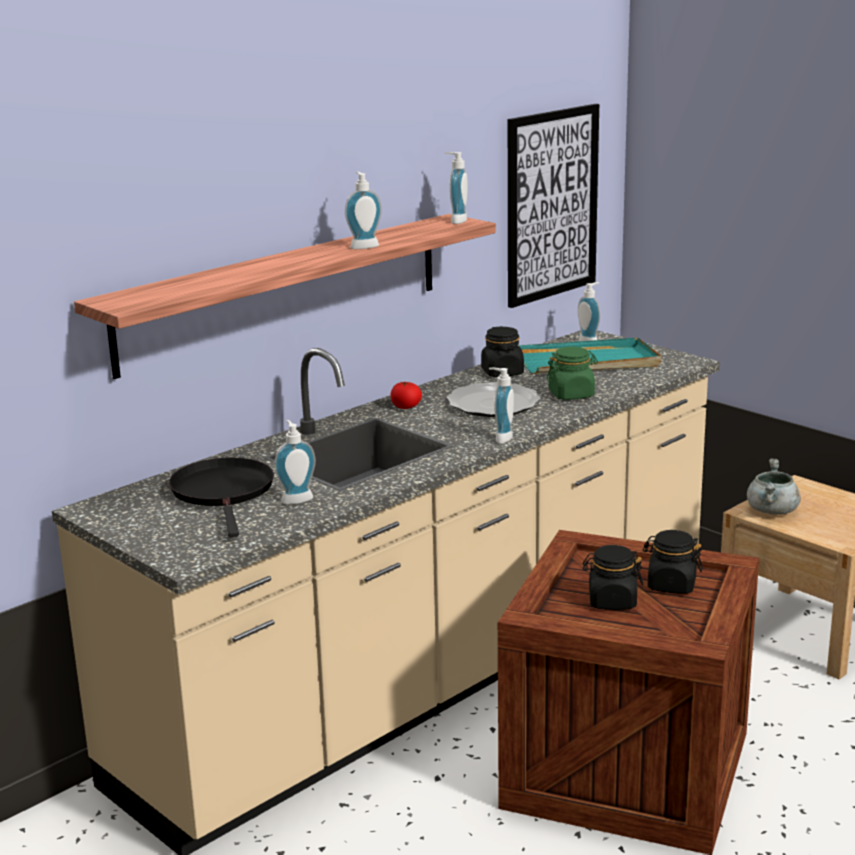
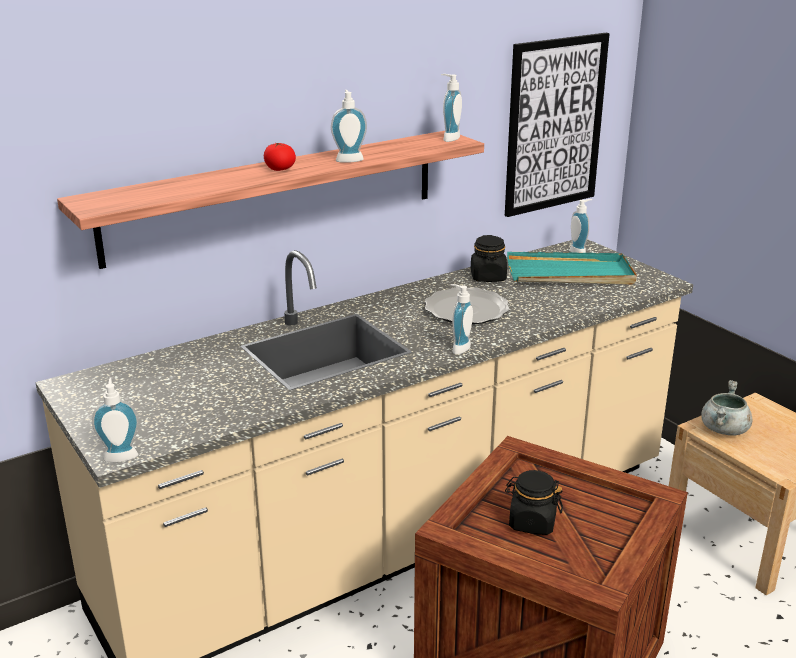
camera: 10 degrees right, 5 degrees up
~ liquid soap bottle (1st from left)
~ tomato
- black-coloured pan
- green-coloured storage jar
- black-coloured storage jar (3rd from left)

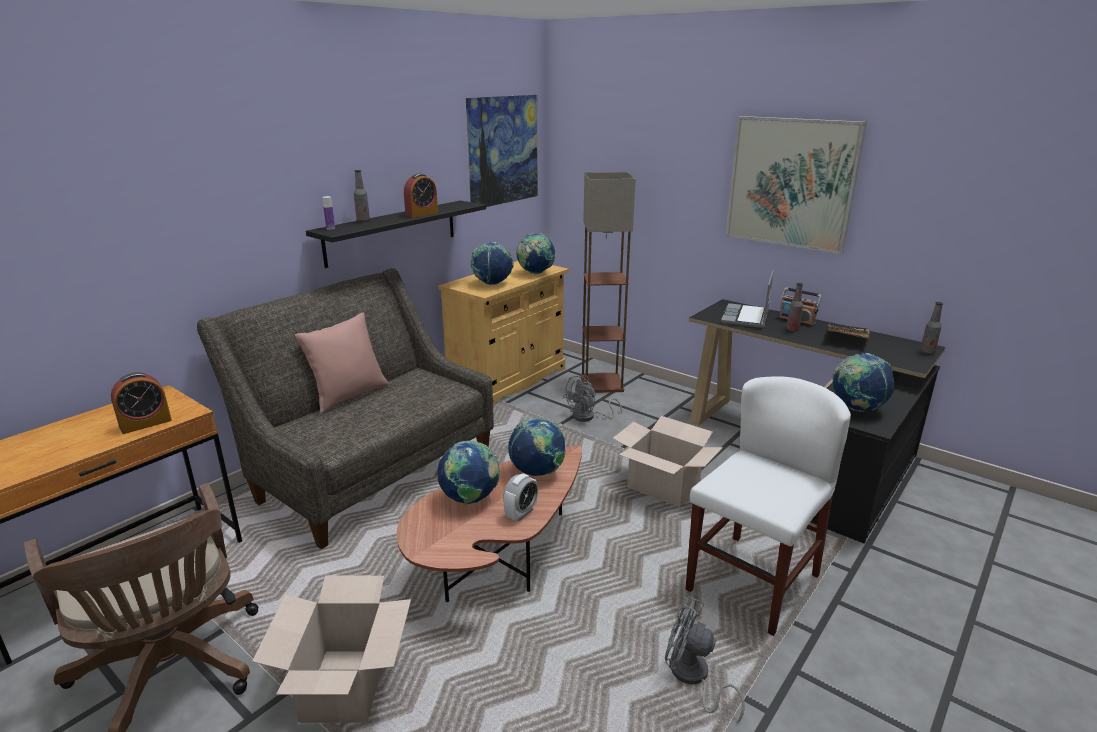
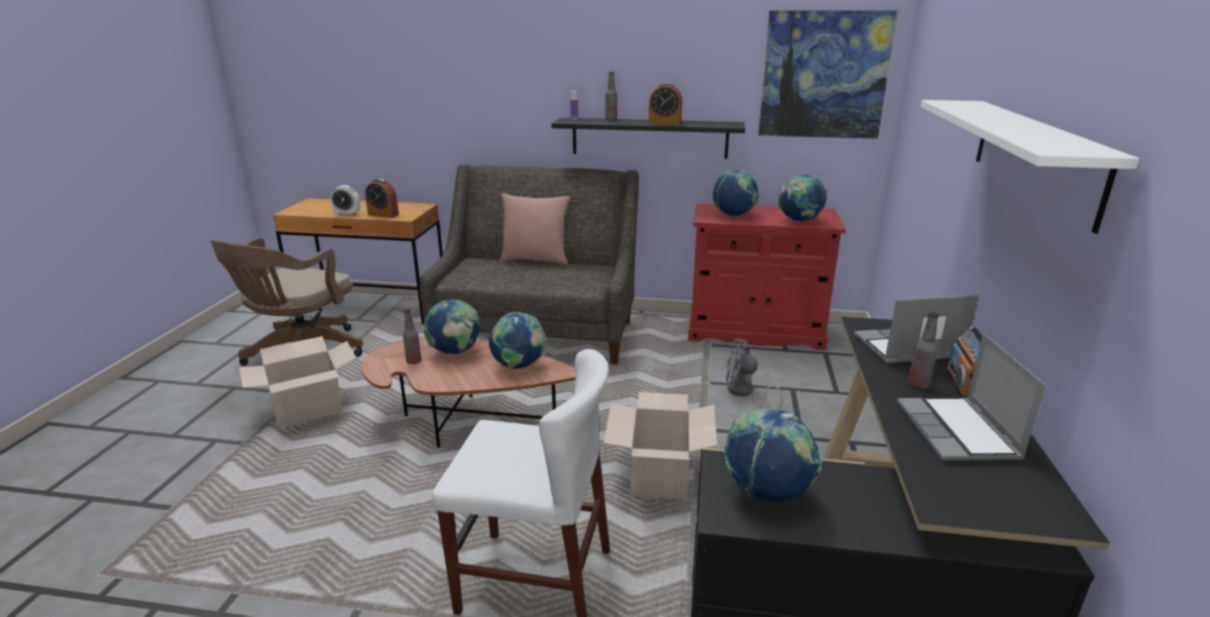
camera: 60 degrees right, 0 degrees up
~ alarm clock (3rd from left in the first image) to alarm clock (1st from left)
~ beverage bottle (4th from left in the first image) to beverage bottle (1st from left)
~ beige cabinet to red-coloured cabinet
~ black-coloured bound book to portable computer (2nd from left)
~ wall art (2nd from left) to white-coloured wall shelf
- floor lamp
- grey cooling fan (2nd from left)

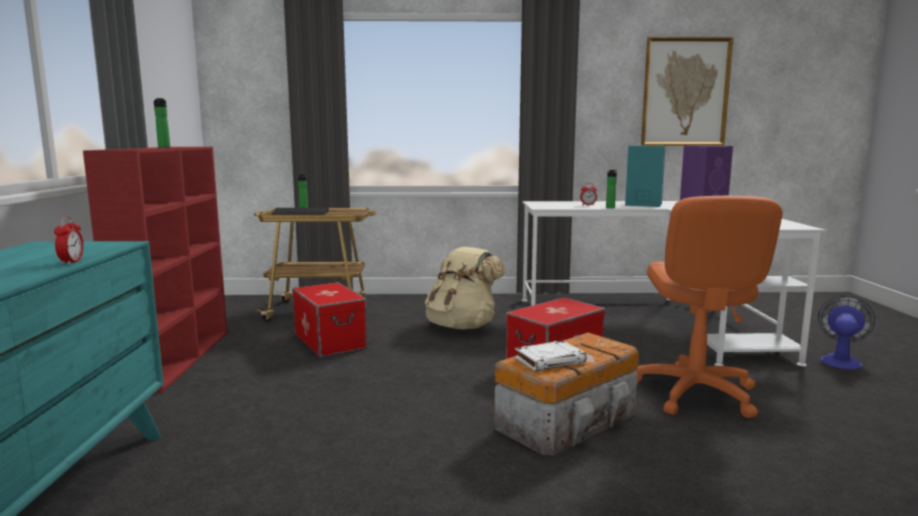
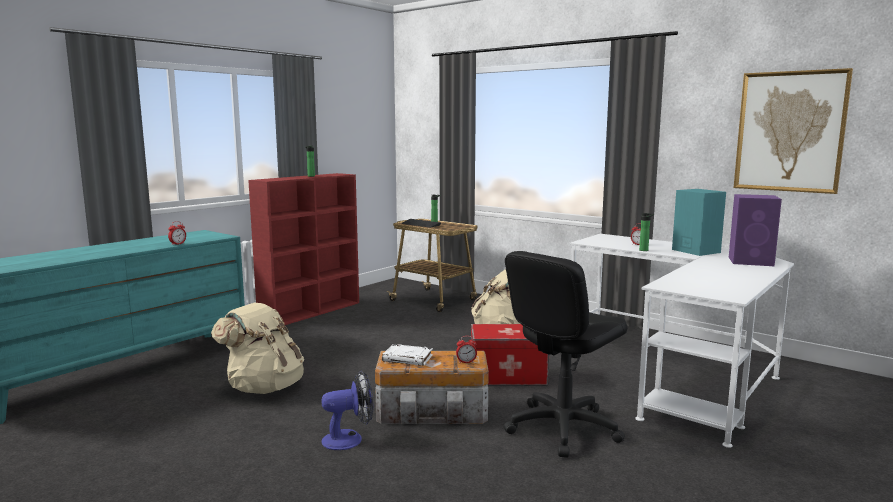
camera: 40 degrees right, 0 degrees up
+ beige rucksack (1st from left)
~ cooling fan
+ alarm clock (2nd from left)
~ orangey desk chair to black-coloured desk chair
- storage box (1st from left)

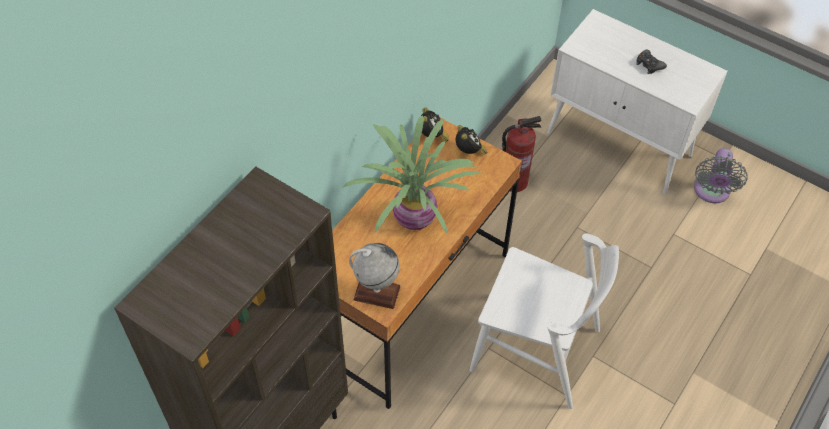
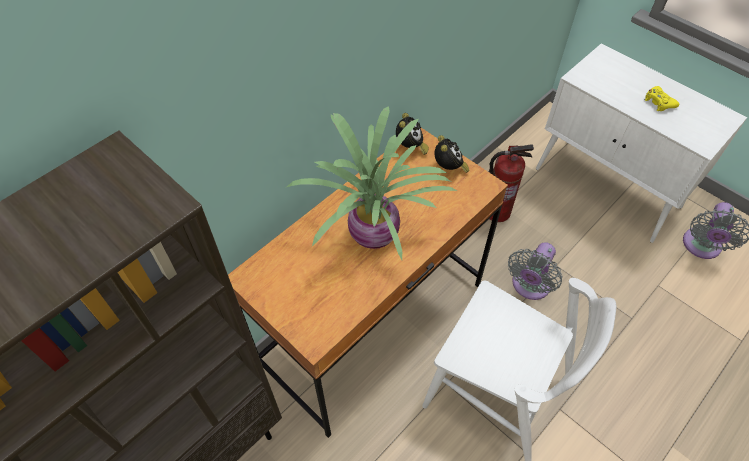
camera: 10 degrees right, 0 degrees up
+ grey cooling fan (1st from left)
~ black-coloured gamepad to yellowish gamepad
- desk globe

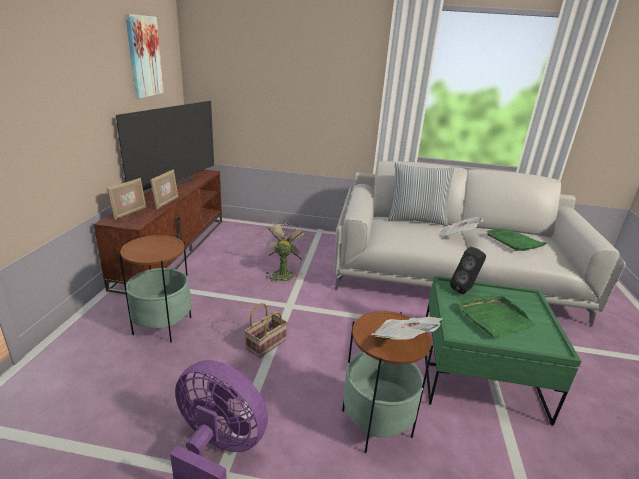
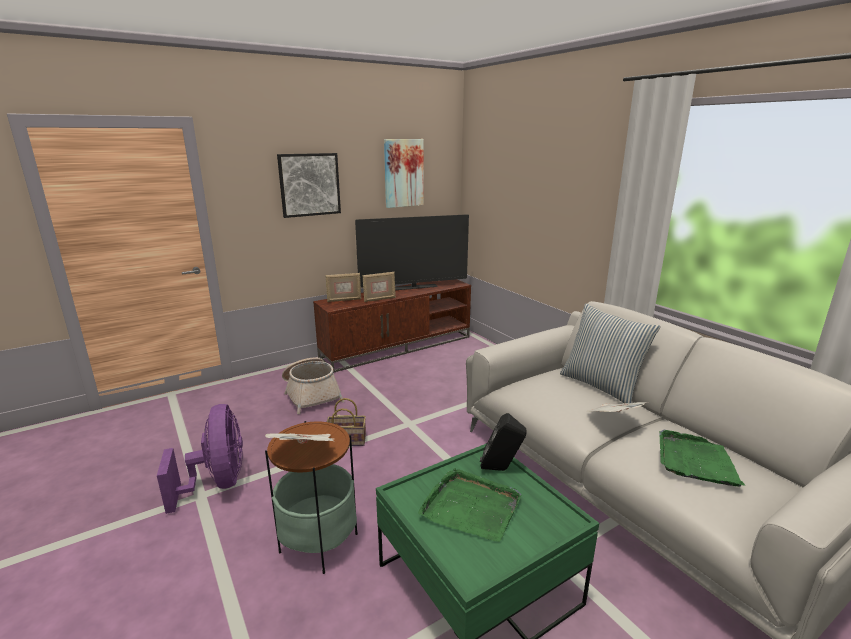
camera: 50 degrees right, 5 degrees down
+ wall art (1st from left)
~ end table (1st from left) to basket (1st from left)
- beige cooling fan

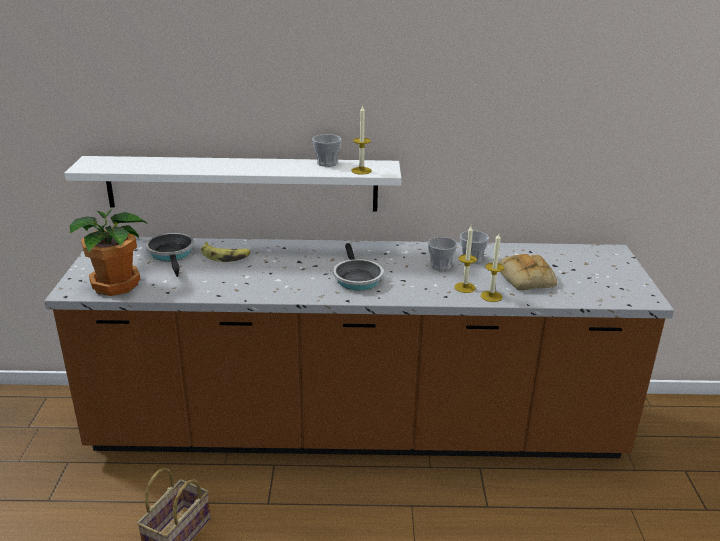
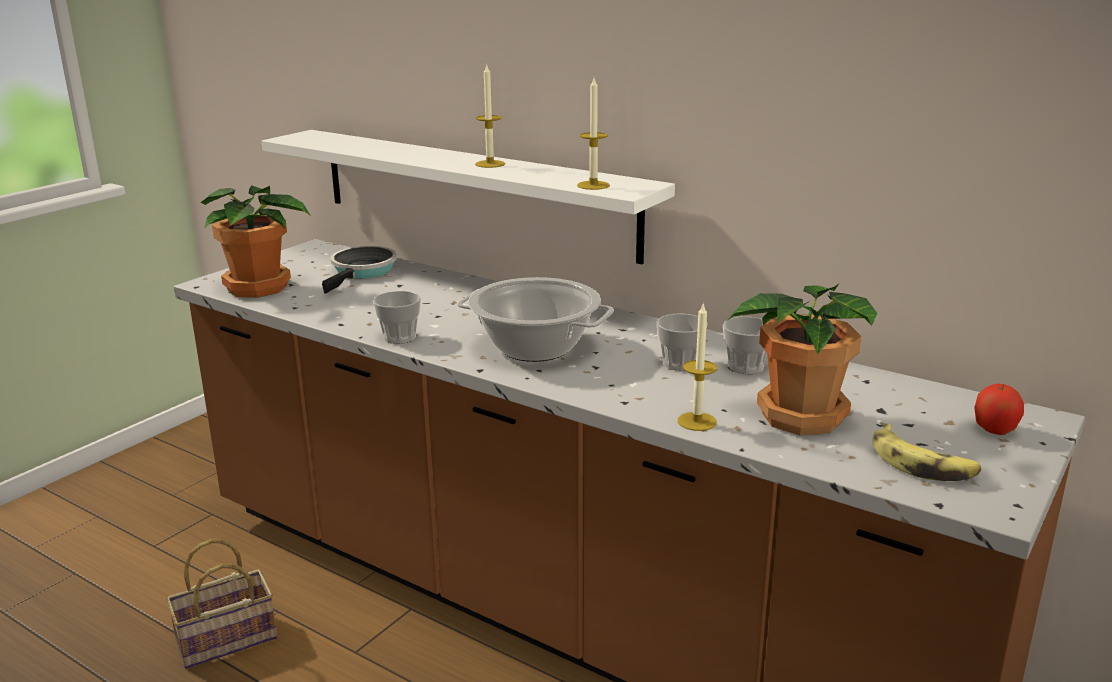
camera: 35 degrees right, 5 degrees down
~ cup (1st from left)
~ pan (2nd from left) to cooking pot
~ candle (2nd from left in the first image) to candle (1st from left)
~ baked bread to plant in a pot (2nd from left)
~ banana fruit
+ apple

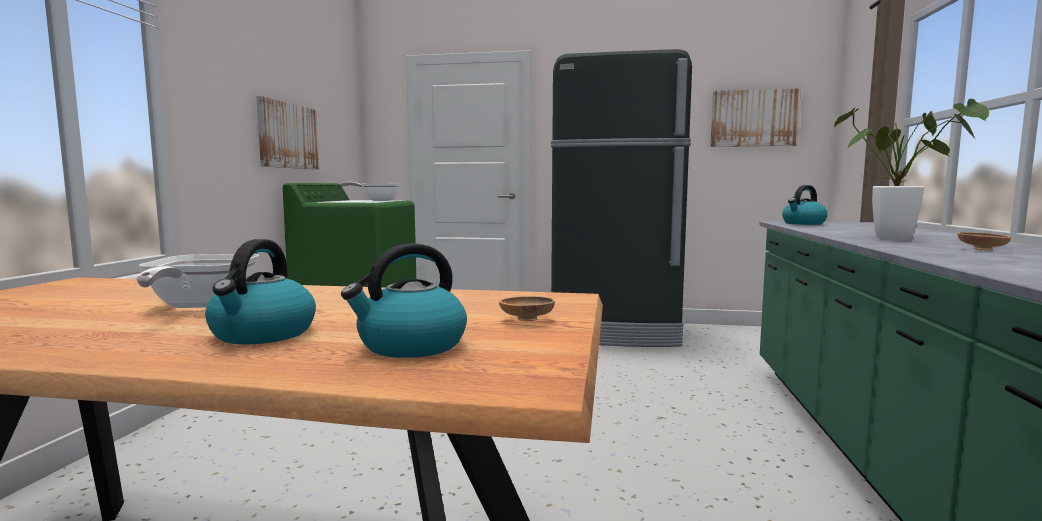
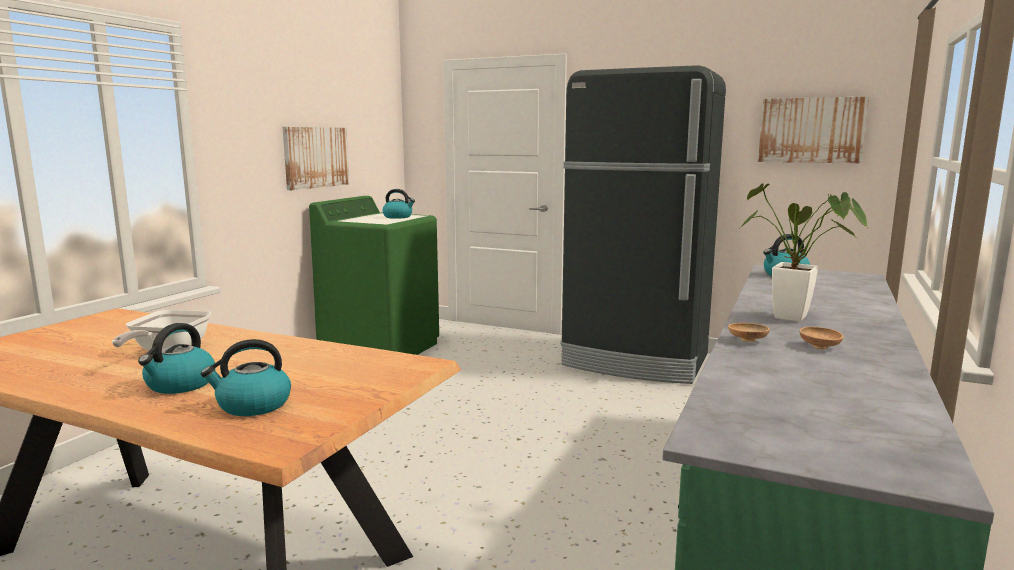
camera: 15 degrees right, 5 degrees up
~ pan (2nd from left) to kettle (3rd from left)
~ brown-coloured deep dish (1st from left)

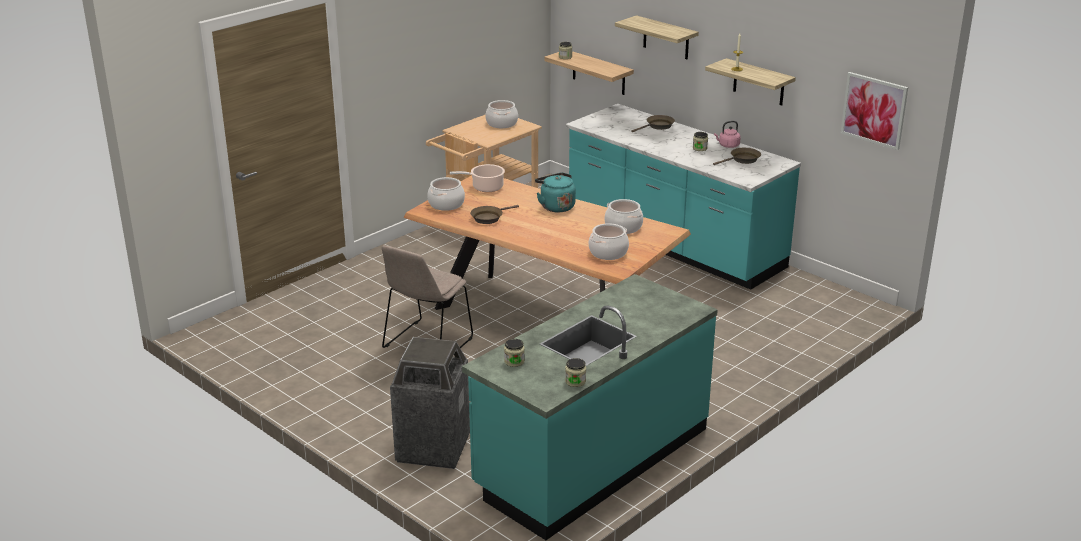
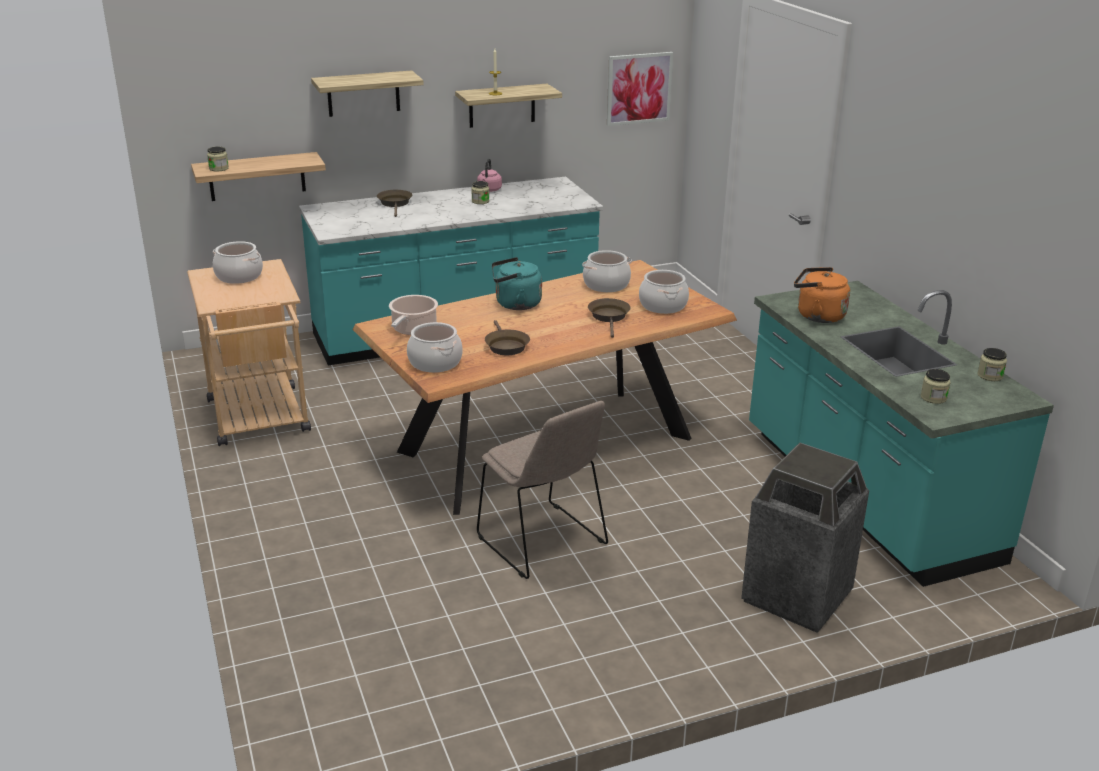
camera: 65 degrees left, 0 degrees up
~ brown-coloured pan (3rd from left)
+ orangey kettle

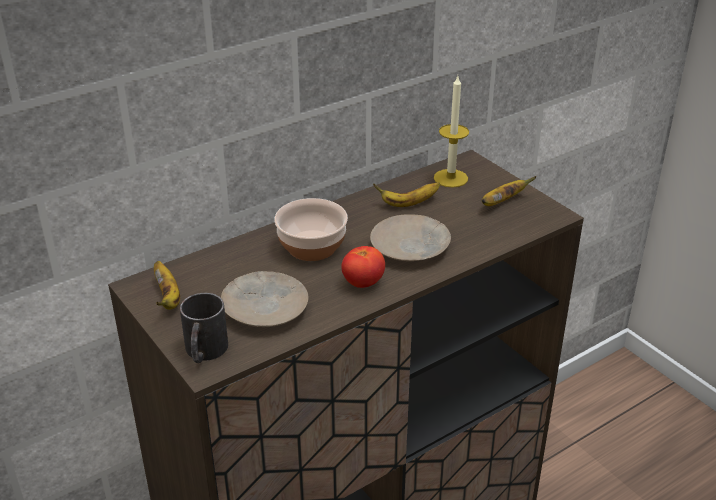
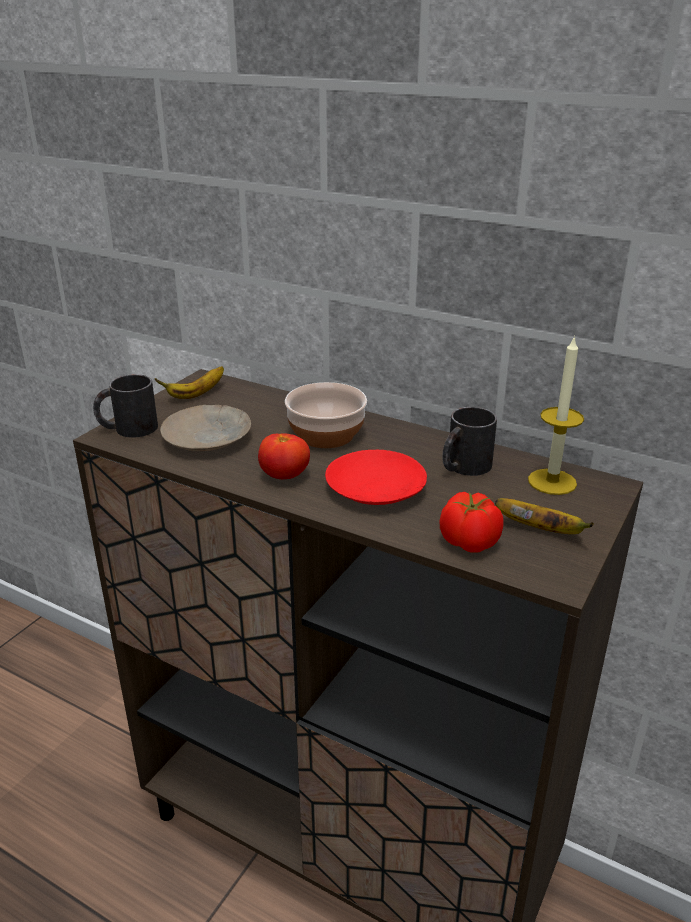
camera: 65 degrees right, 5 degrees down
~ beige dinner plate (2nd from left) to red-coloured dinner plate
+ tomato (2nd from left)
~ banana fruit (2nd from left) to black-coloured tea mug (2nd from left)

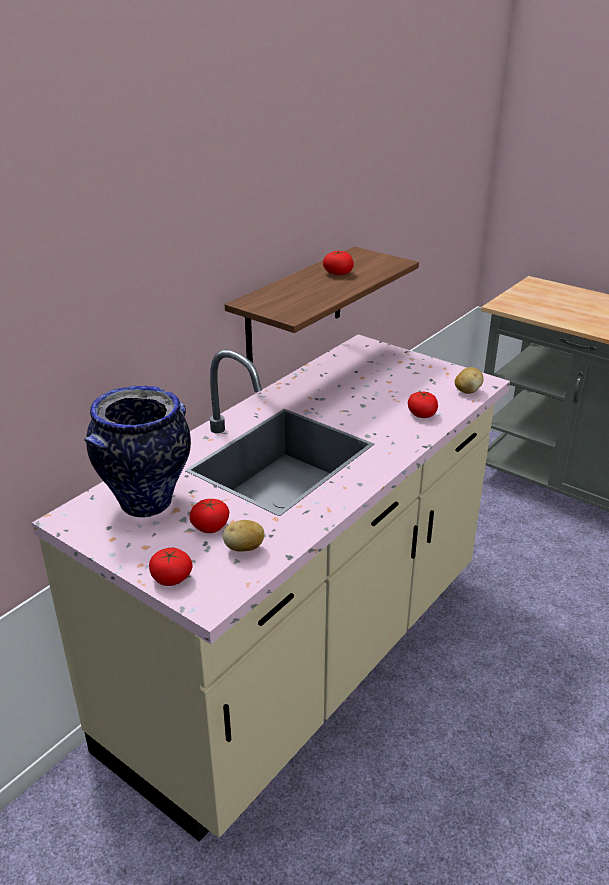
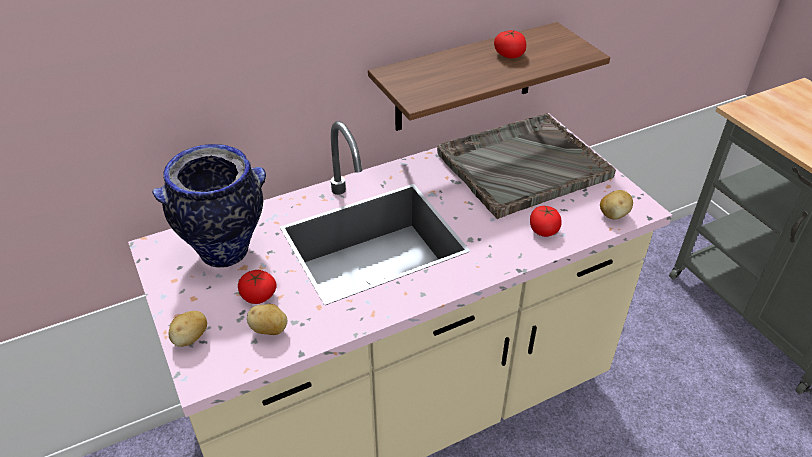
camera: 25 degrees right, 10 degrees up
~ tomato (1st from left) to spud (1st from left)
+ grey carrying tray

